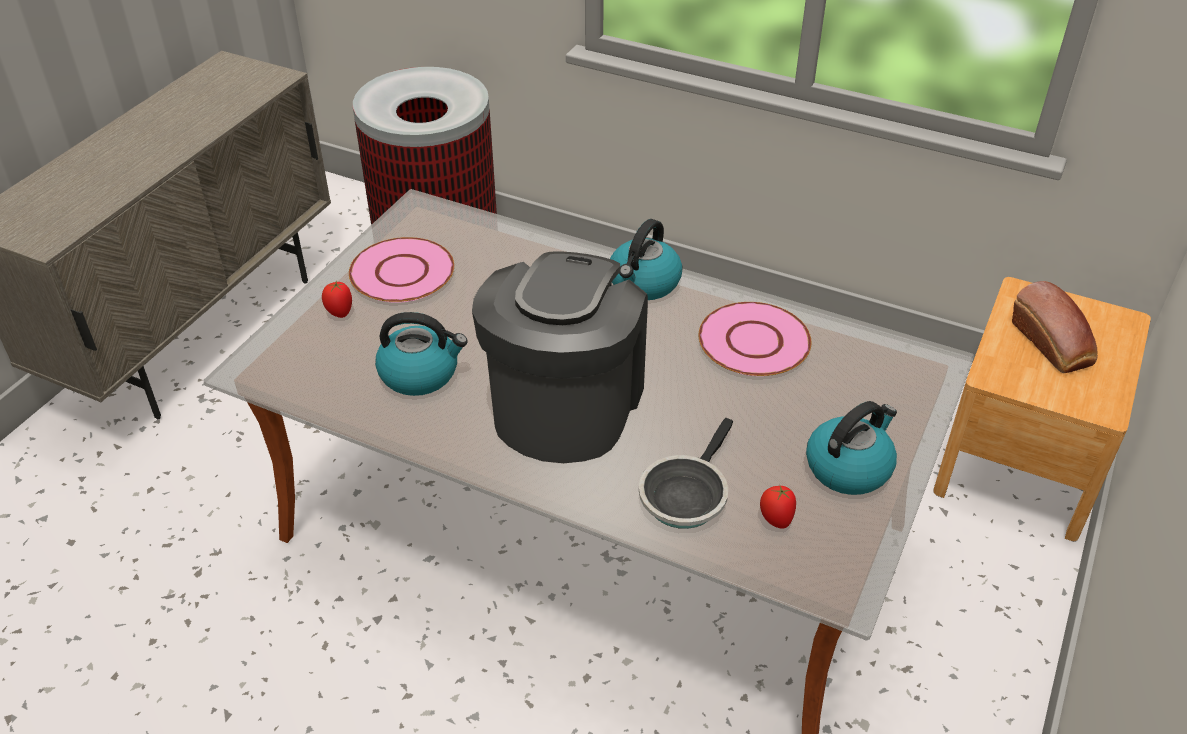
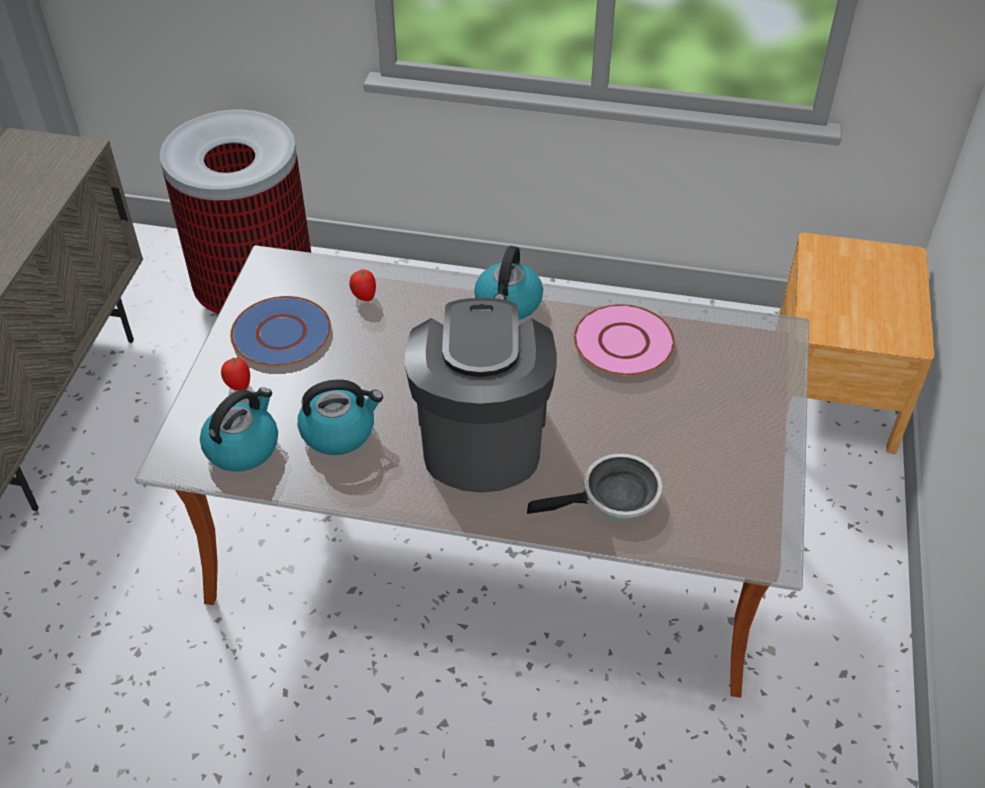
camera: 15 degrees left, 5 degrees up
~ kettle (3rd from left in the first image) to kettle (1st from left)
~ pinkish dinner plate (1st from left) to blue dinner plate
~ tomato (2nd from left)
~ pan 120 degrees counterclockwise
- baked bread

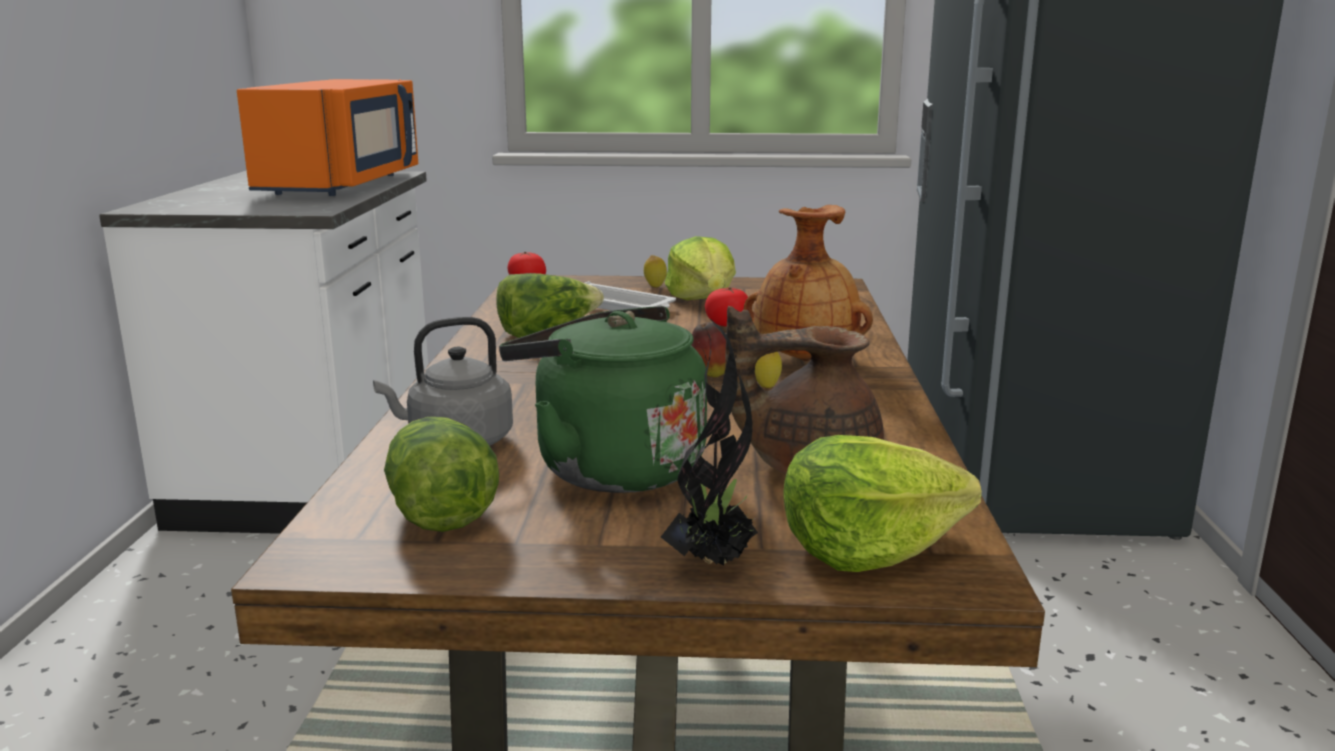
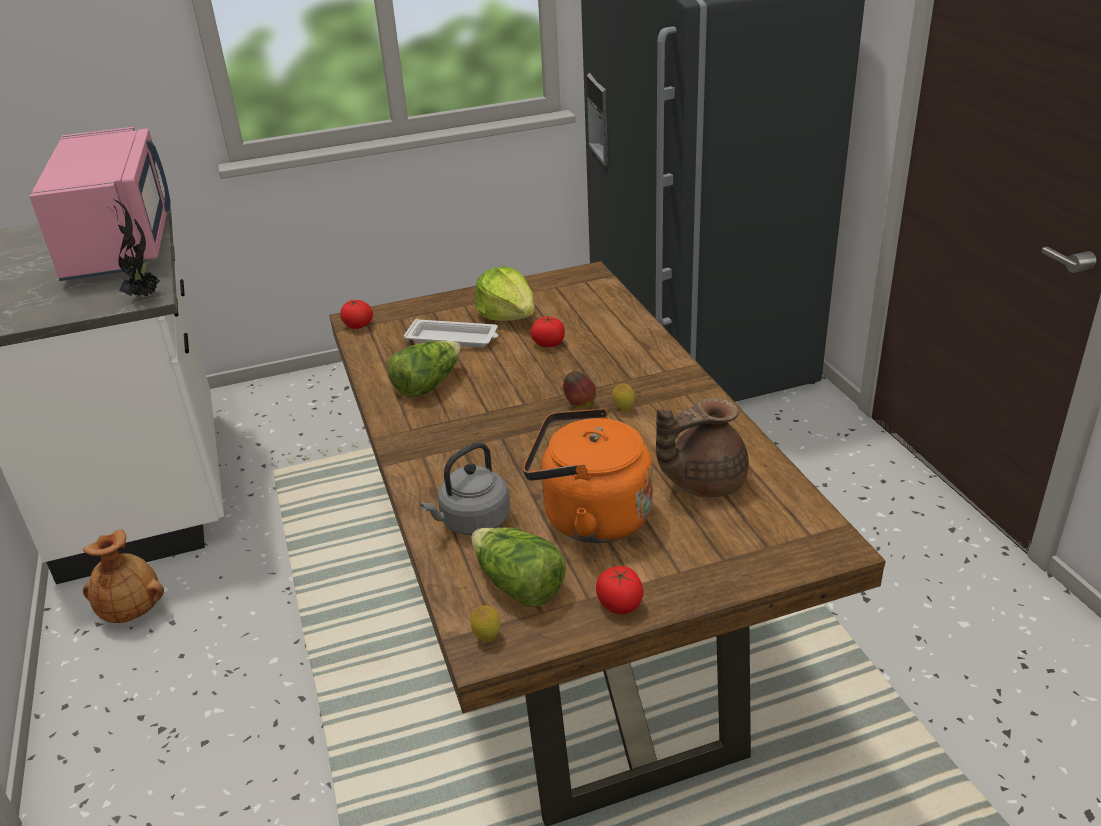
camera: 20 degrees left, 15 degrees up
~ orangey microwave oven to pinkish microwave oven
~ brown-coloured flower vase
~ plant in a pot
~ citrus fruit (1st from left)
~ green-coloured kettle to orangey kettle
+ tomato (3rd from left)
- lettuce (4th from left)

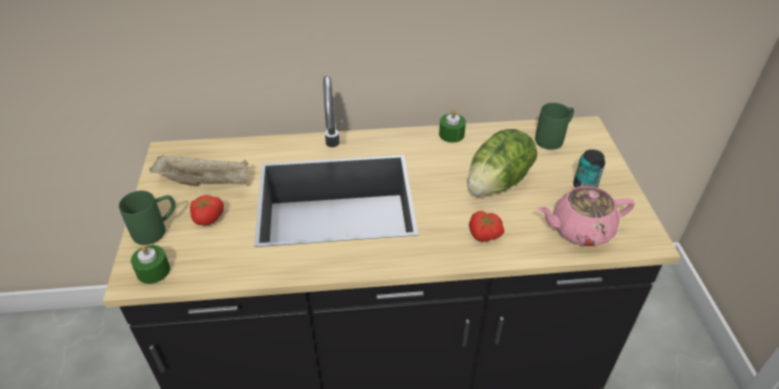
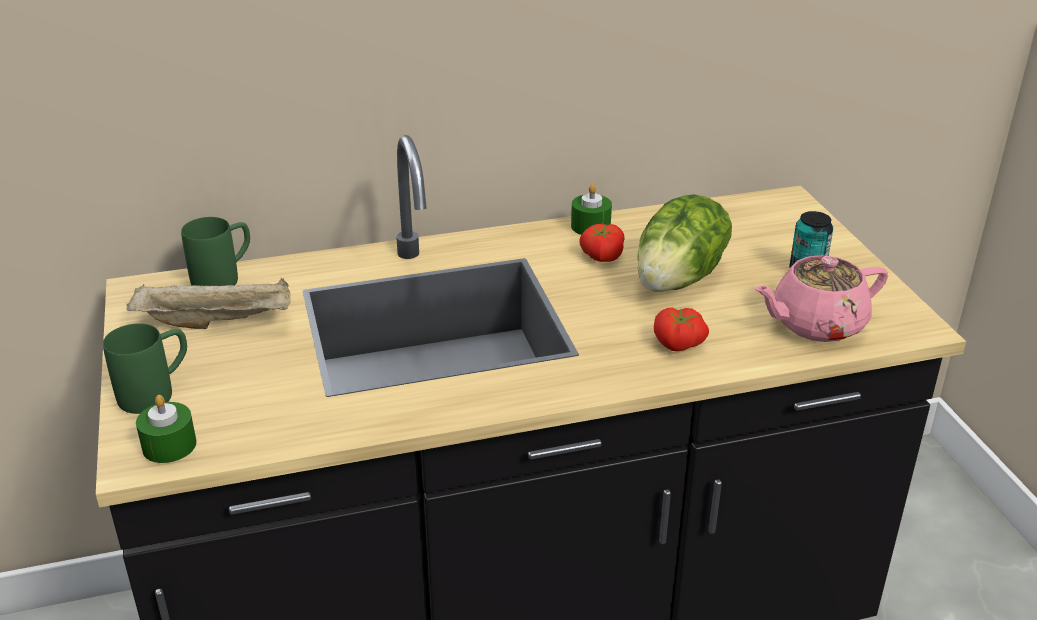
camera: 10 degrees left, 10 degrees down
~ green-coloured tea mug (2nd from left)
~ tomato (1st from left)

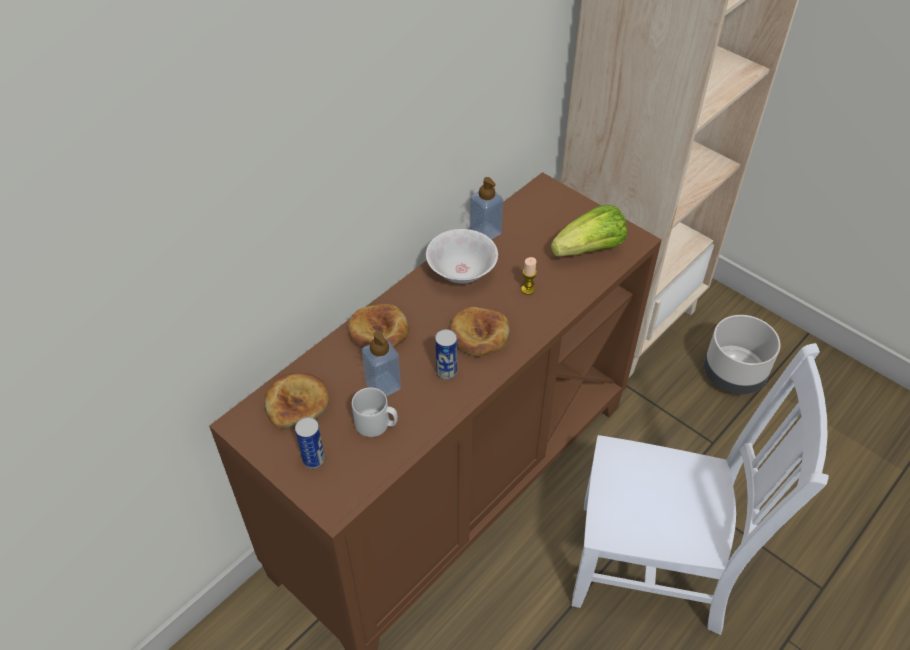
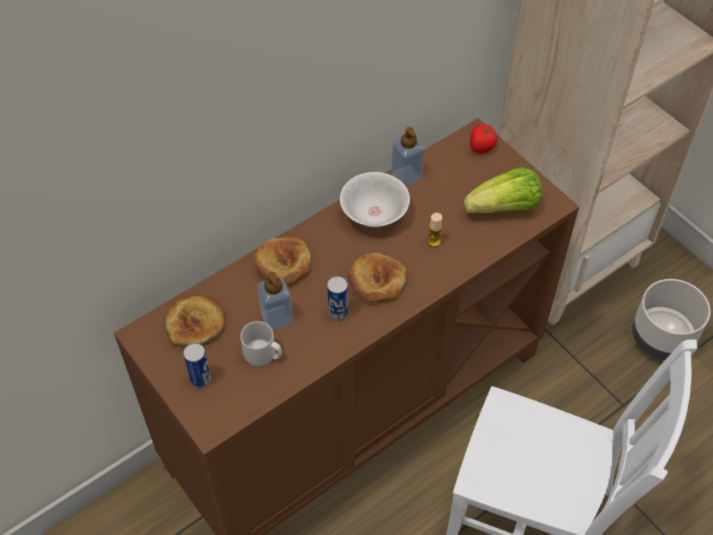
camera: 10 degrees right, 5 degrees up
+ tomato

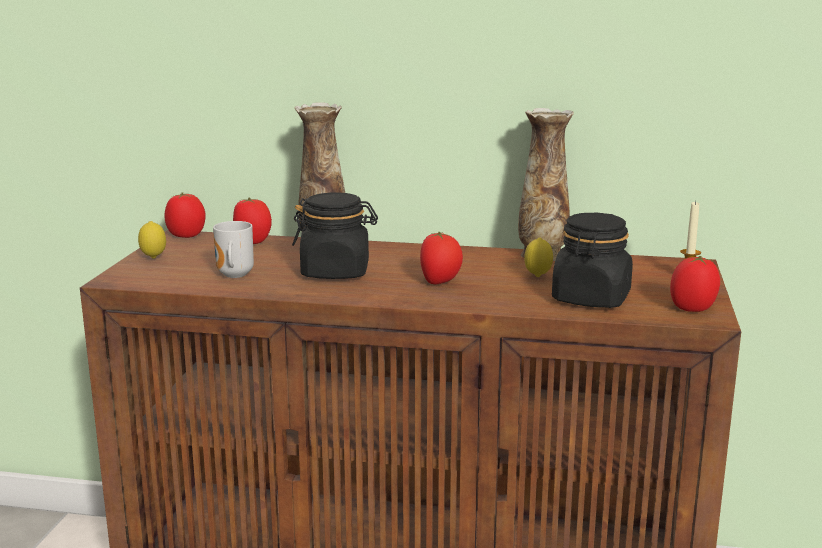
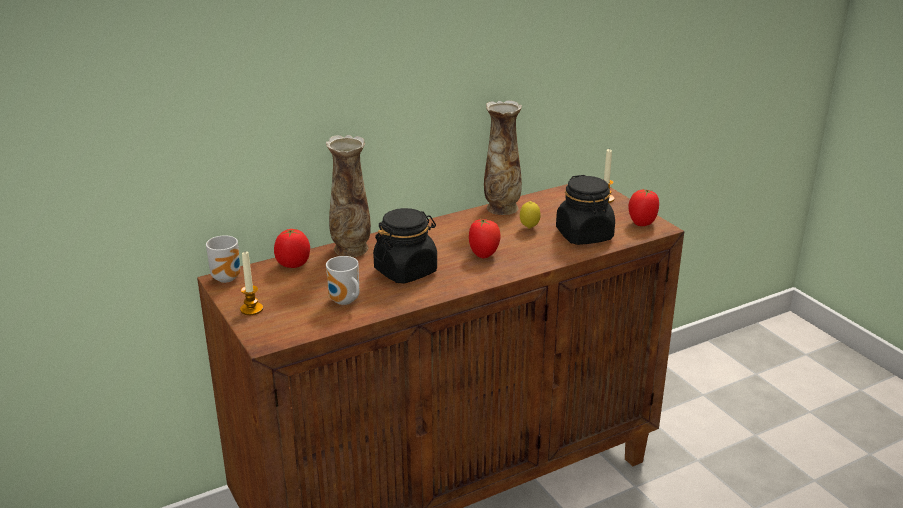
camera: 40 degrees left, 10 degrees up
~ tomato (1st from left) to tea mug (1st from left)
~ citrus fruit (1st from left) to candle (1st from left)

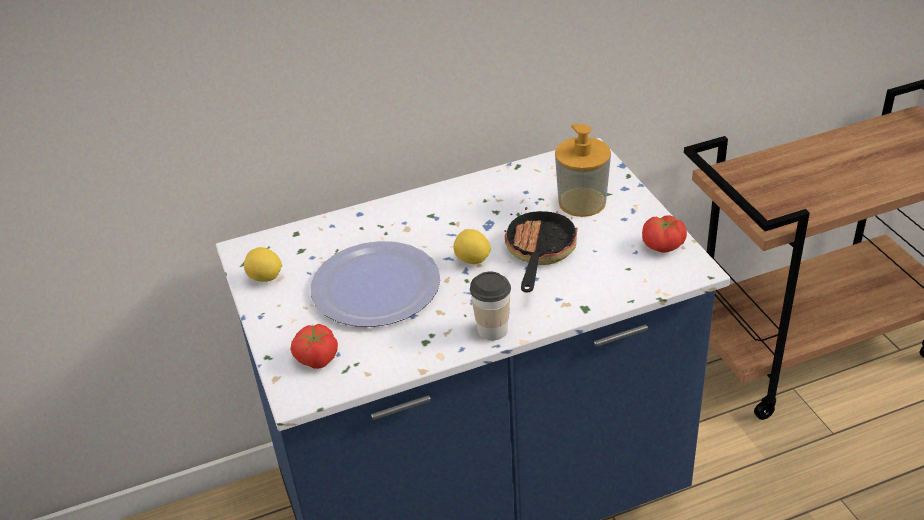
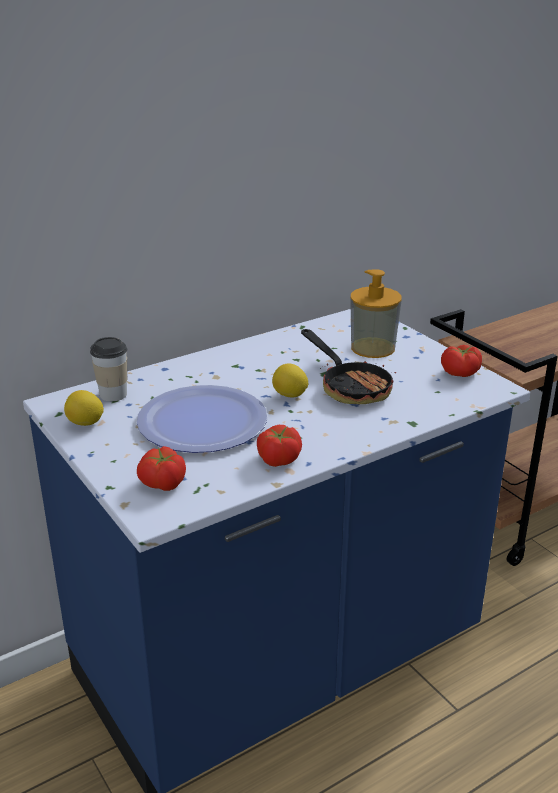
camera: 15 degrees left, 10 degrees down
~ cup
+ tomato (2nd from left)
~ pan 150 degrees clockwise

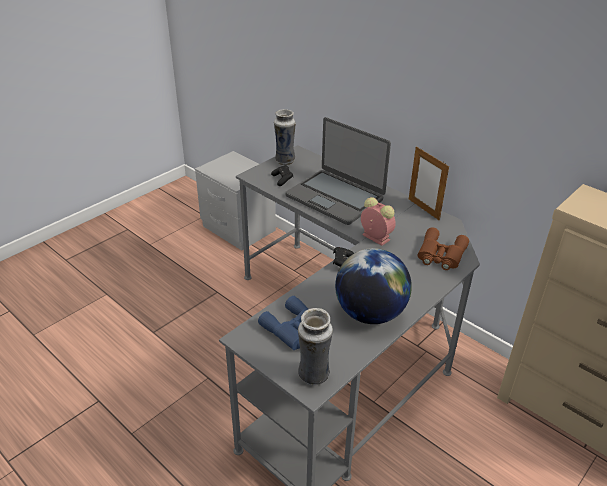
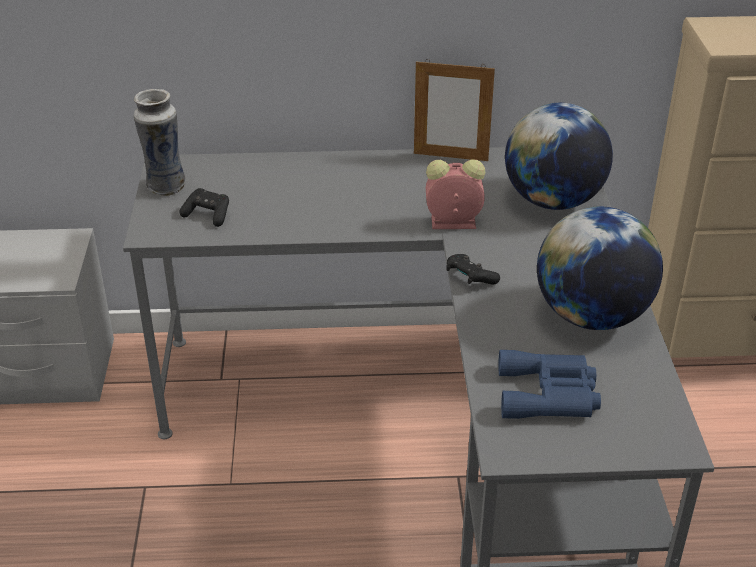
camera: 45 degrees left, 0 degrees up
~ brown-coloured pair of binoculars to desk globe (1st from left)
- portable computer
- flower vase (2nd from left)

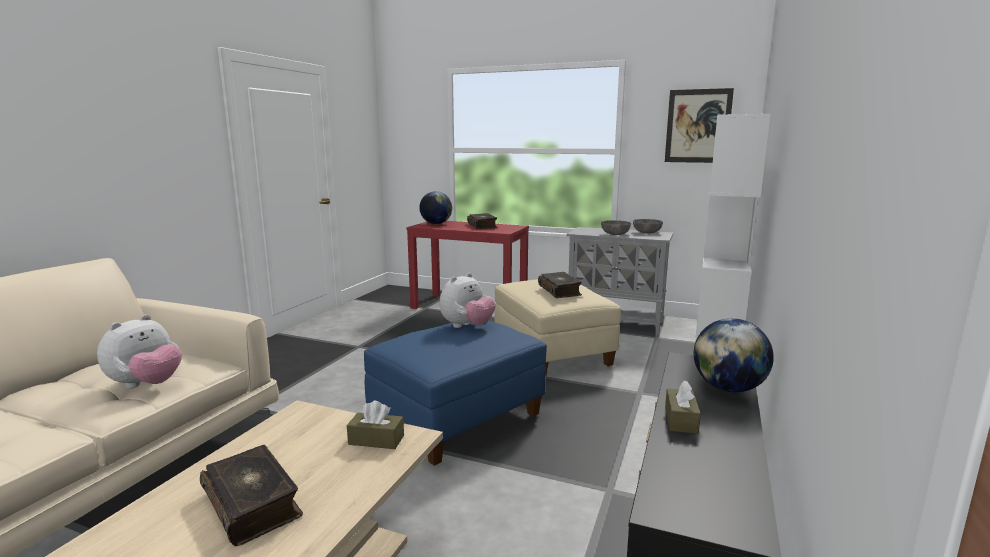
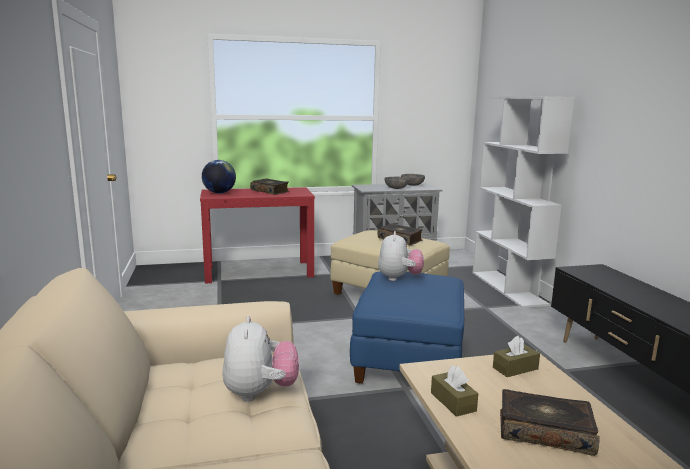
camera: 35 degrees left, 0 degrees up
~ brown-coloured tissue box (2nd from left in the first image) to brown-coloured tissue box (1st from left)
- wall art
- desk globe (2nd from left)

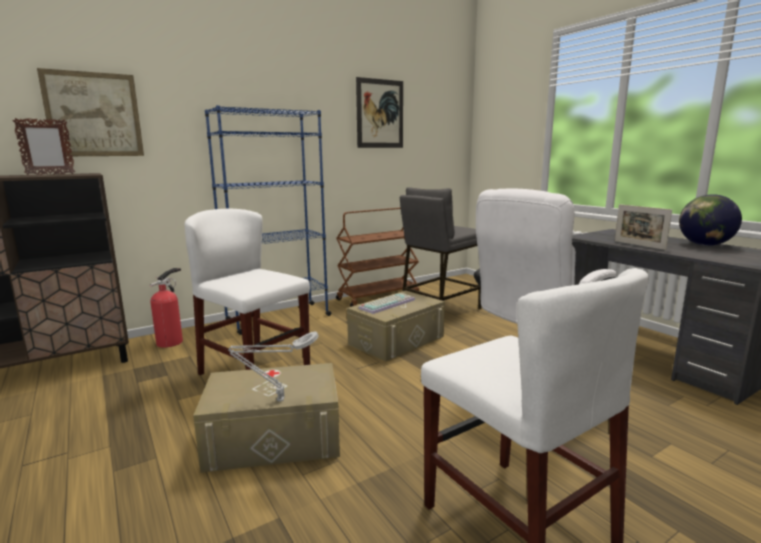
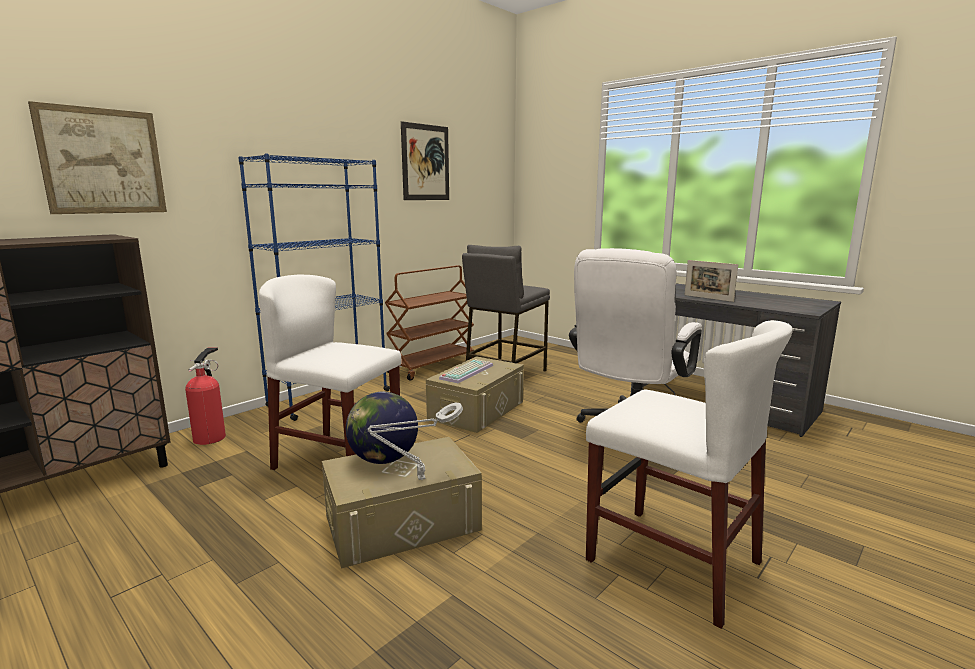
camera: 15 degrees left, 0 degrees up
~ desk globe
- photo frame (1st from left)

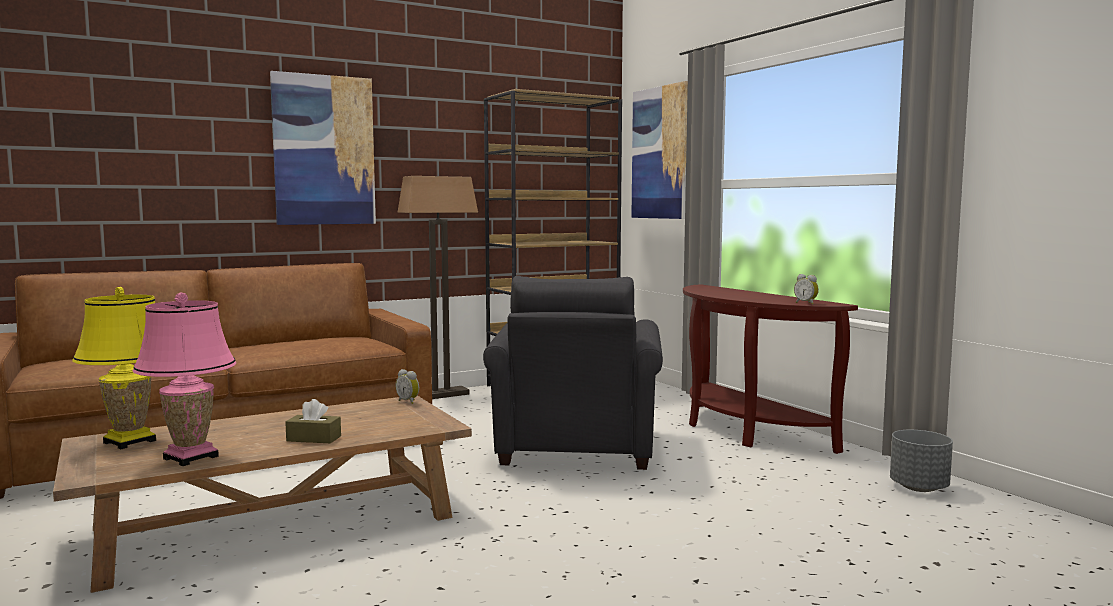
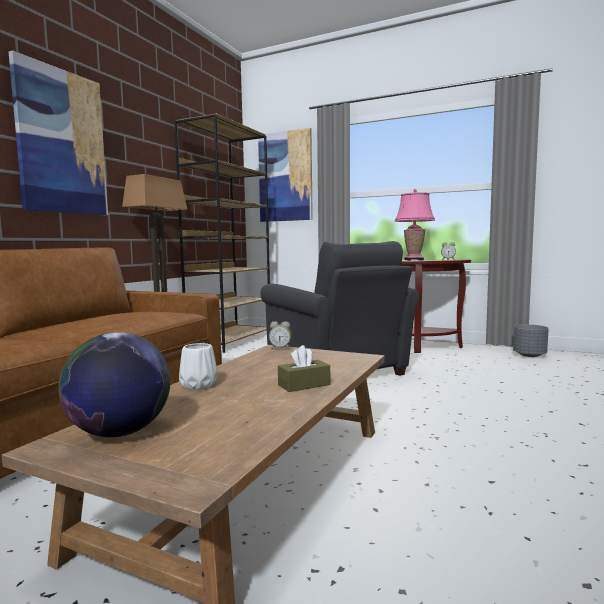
camera: 35 degrees left, 0 degrees up
~ yellowish table lamp to desk globe
+ white-coloured flower vase
~ pinkish table lamp

